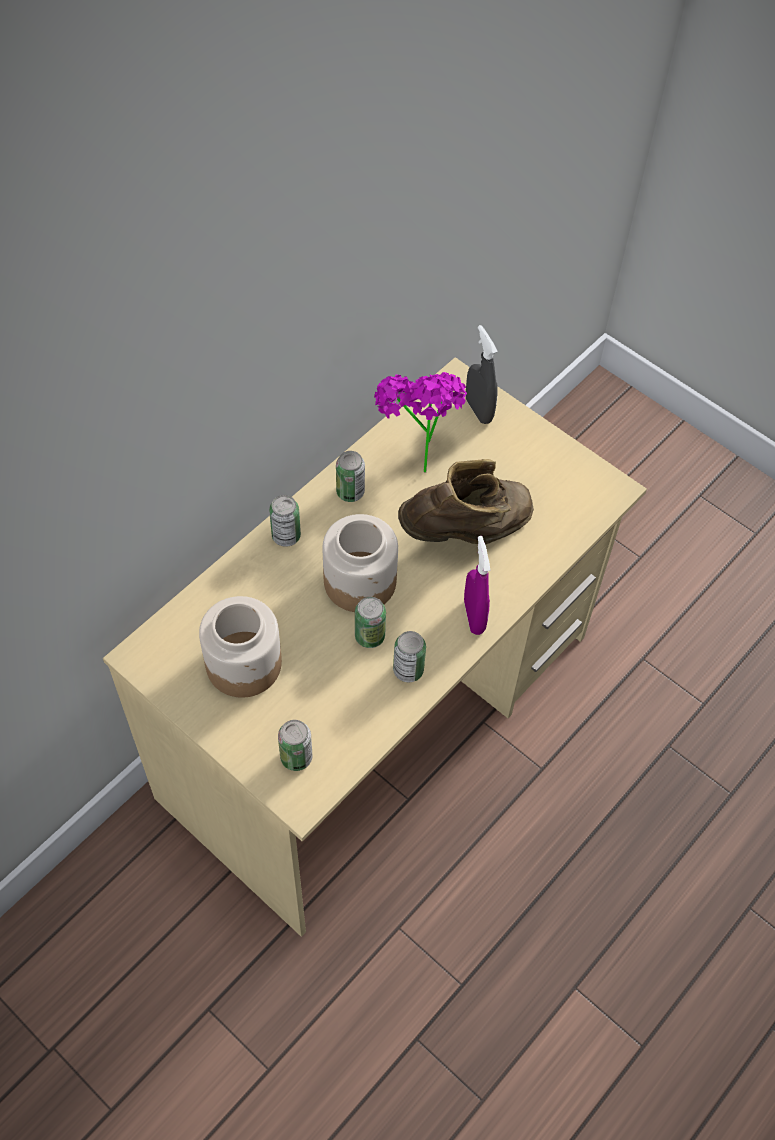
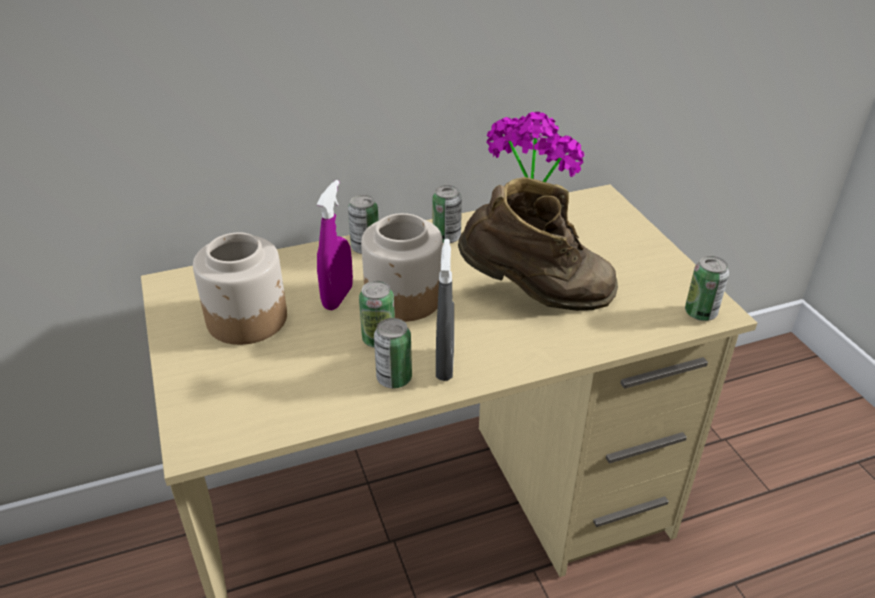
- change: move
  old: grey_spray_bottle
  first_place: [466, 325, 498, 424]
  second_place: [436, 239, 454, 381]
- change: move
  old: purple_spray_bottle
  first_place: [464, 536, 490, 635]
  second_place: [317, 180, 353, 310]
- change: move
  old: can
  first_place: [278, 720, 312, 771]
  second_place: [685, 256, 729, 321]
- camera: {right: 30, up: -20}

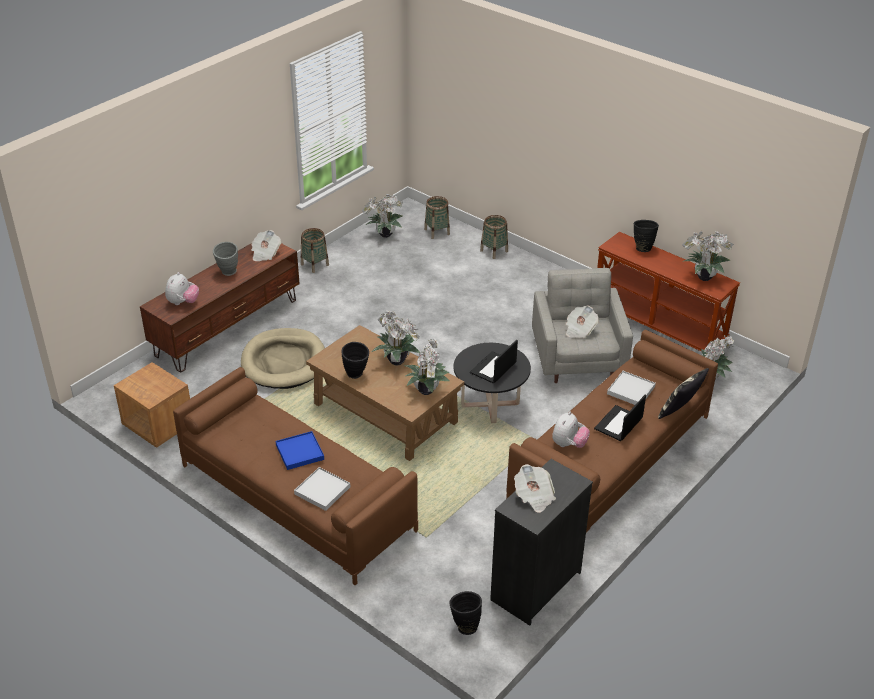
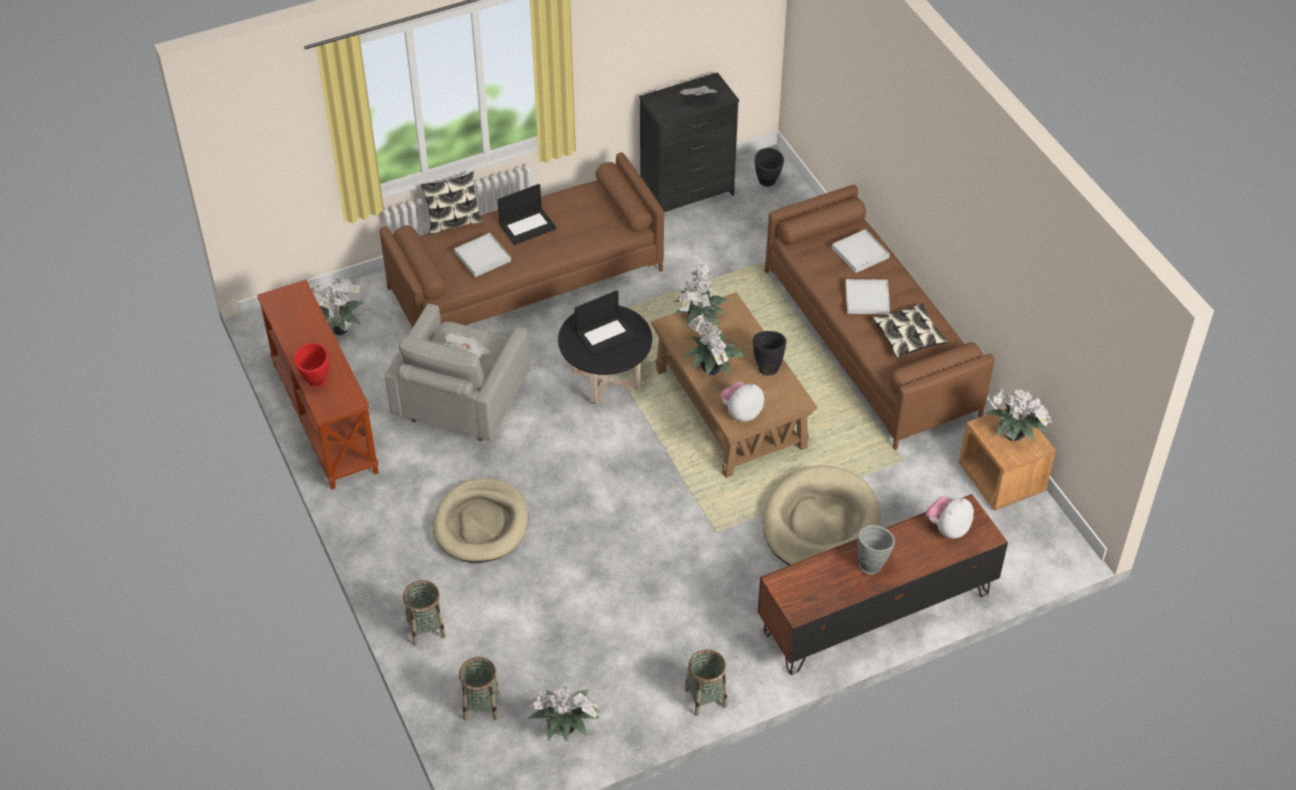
- change: recolor
  old: black_vase
  new: red_vase
  first_place: [634, 220, 659, 252]
  second_place: [294, 343, 329, 388]
- change: delete
  old: newspaper
  first_place: [251, 230, 281, 261]
- change: move
  old: potted_plant
  first_place: [682, 231, 734, 281]
  second_place: [984, 388, 1052, 442]
- change: move
  old: plush_toy
  first_place: [552, 412, 590, 448]
  second_place: [720, 382, 764, 421]
- change: recolor
  old: blue_tray
  new: white_tray
  first_place: [276, 431, 324, 470]
  second_place: [845, 279, 890, 314]
- change: insert
  new: pillow
  second_place: [871, 303, 949, 358]
- change: insert
  new: beige_dog_bed
  second_place: [432, 478, 528, 563]
- camera: {right: -155, up: 10}

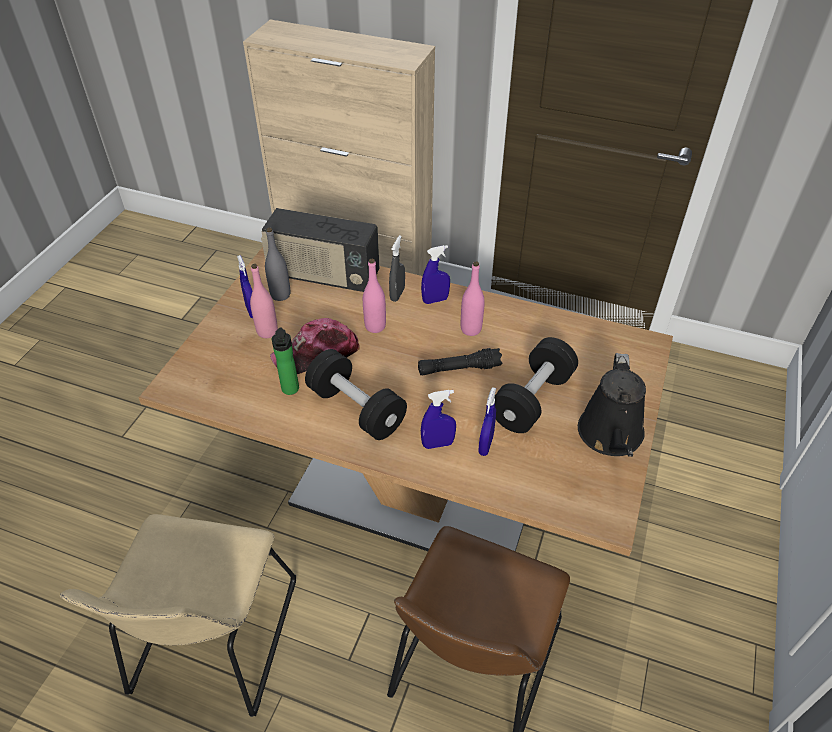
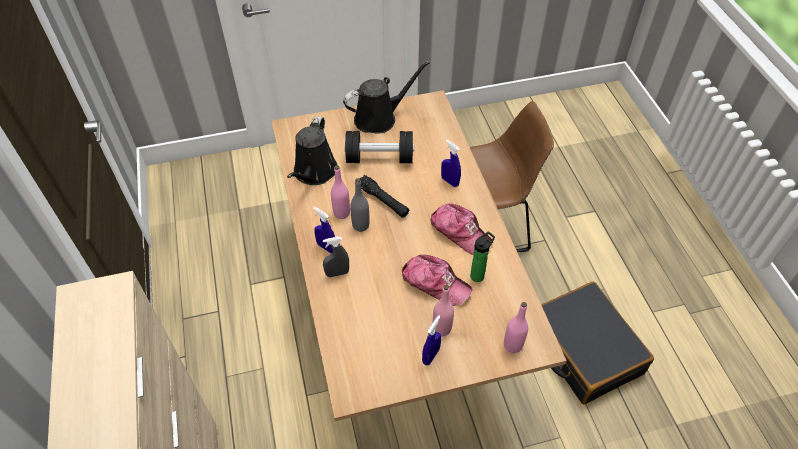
- change: delete
  old: radio
  first_place: [261, 208, 380, 292]
- change: move
  old: grey_bottle
  first_place: [265, 228, 290, 301]
  second_place: [350, 178, 370, 232]
- change: move
  old: pink_bottle
  first_place: [363, 259, 386, 333]
  second_place: [504, 302, 528, 353]
- change: replace
  old: black_dumbbell
  new: cap
  first_place: [305, 349, 407, 440]
  second_place: [431, 204, 493, 255]
- change: delete
  old: blue_spray_bottle
  first_place: [478, 387, 496, 456]
- change: replace
  old: beige_chair
  new: black_suitcase
  first_place: [60, 514, 296, 717]
  second_place: [541, 282, 654, 404]
- change: insert
  new: black_watering_can
  second_place: [287, 117, 337, 185]
- camera: {right: -125, up: 5}

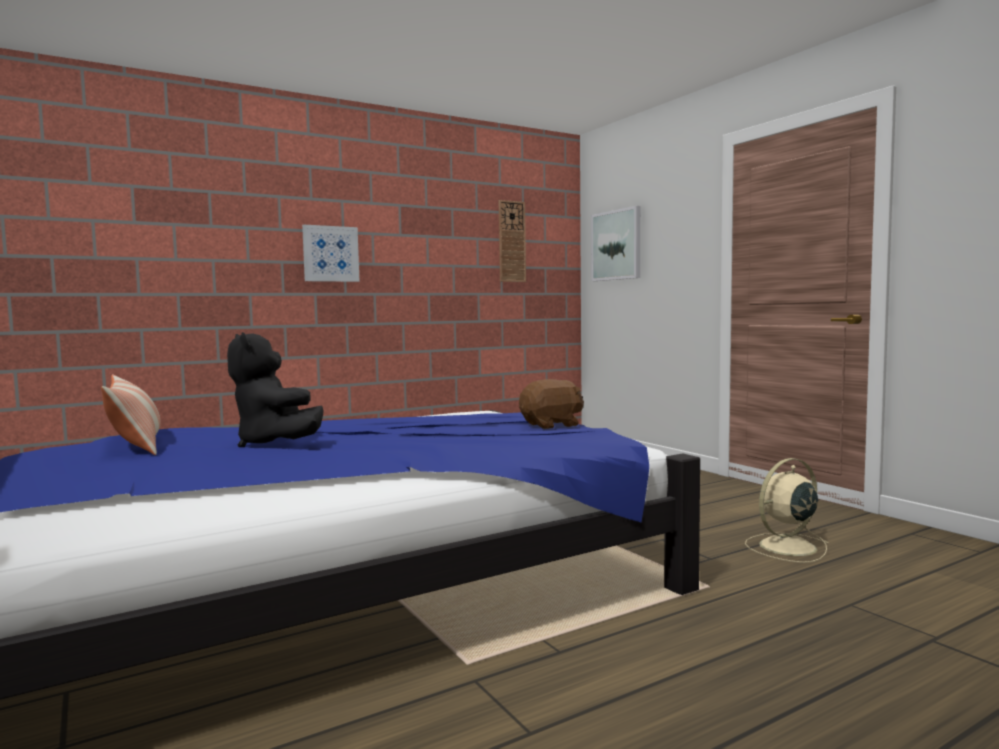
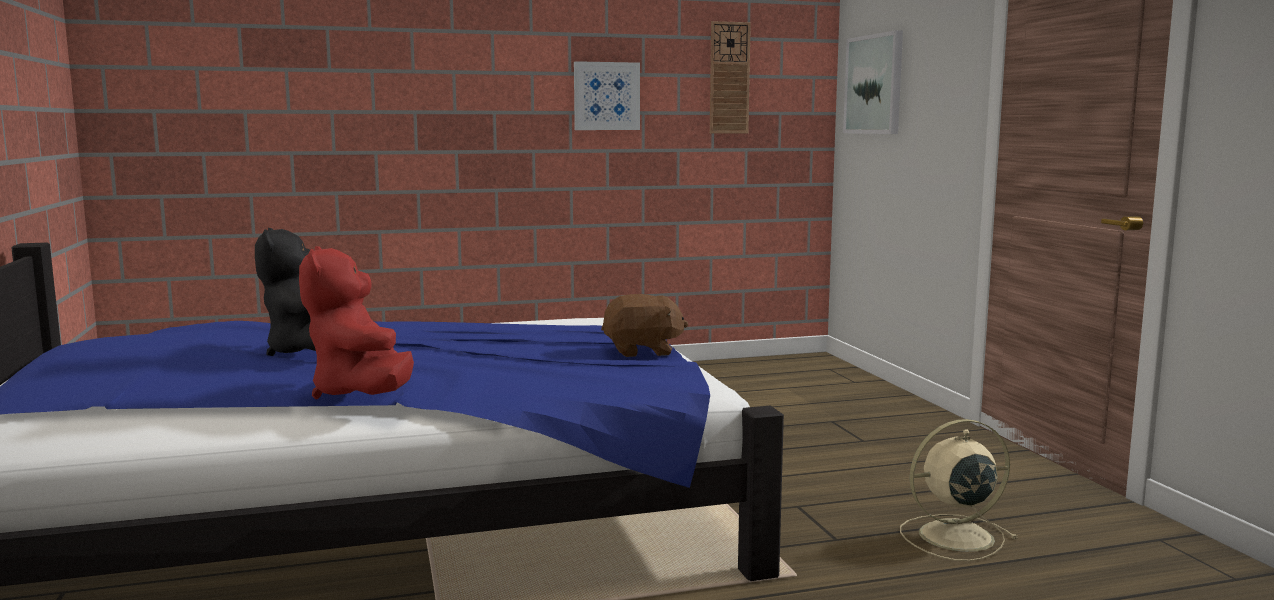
- change: move
  old: picture
  first_place: [302, 225, 360, 282]
  second_place: [574, 61, 640, 130]
- change: delete
  old: pillow
  first_place: [101, 374, 161, 455]
- change: insert
  new: red_plush_toy
  second_place: [299, 246, 414, 399]
- camera: {right: 15, up: 5}

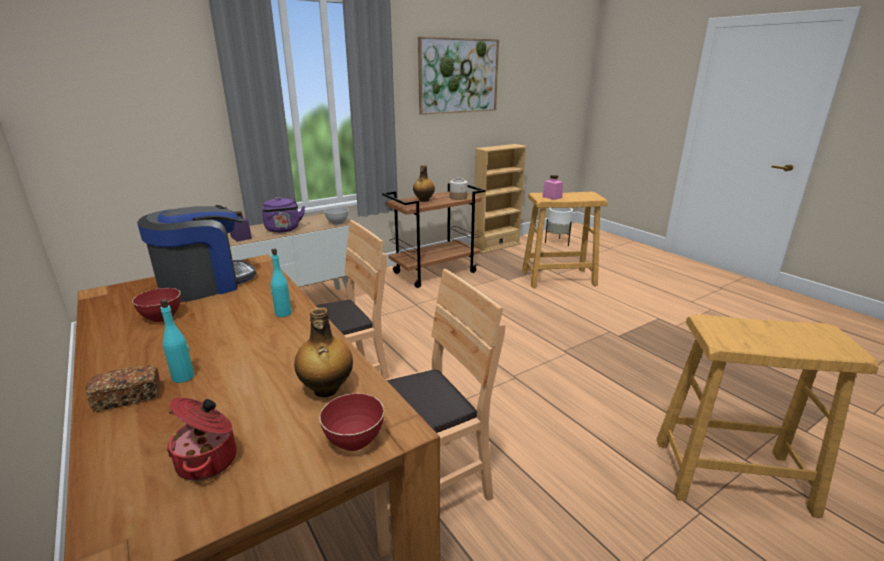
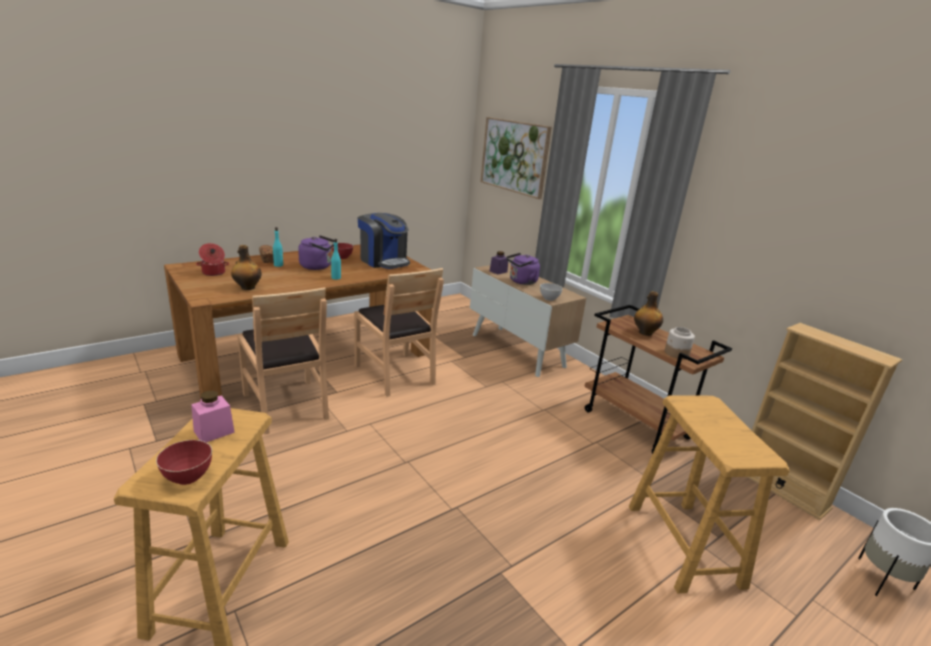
- change: move
  old: picture
  first_place: [418, 37, 499, 115]
  second_place: [480, 117, 552, 199]
- change: move
  old: pink_jar
  first_place: [542, 175, 563, 200]
  second_place: [191, 391, 235, 442]
- change: move
  old: red_bowl
  first_place: [319, 393, 384, 451]
  second_place: [156, 440, 212, 485]
- change: insert
  new: purple_kettle
  second_place: [298, 235, 334, 270]
- camera: {right: 85, up: 0}

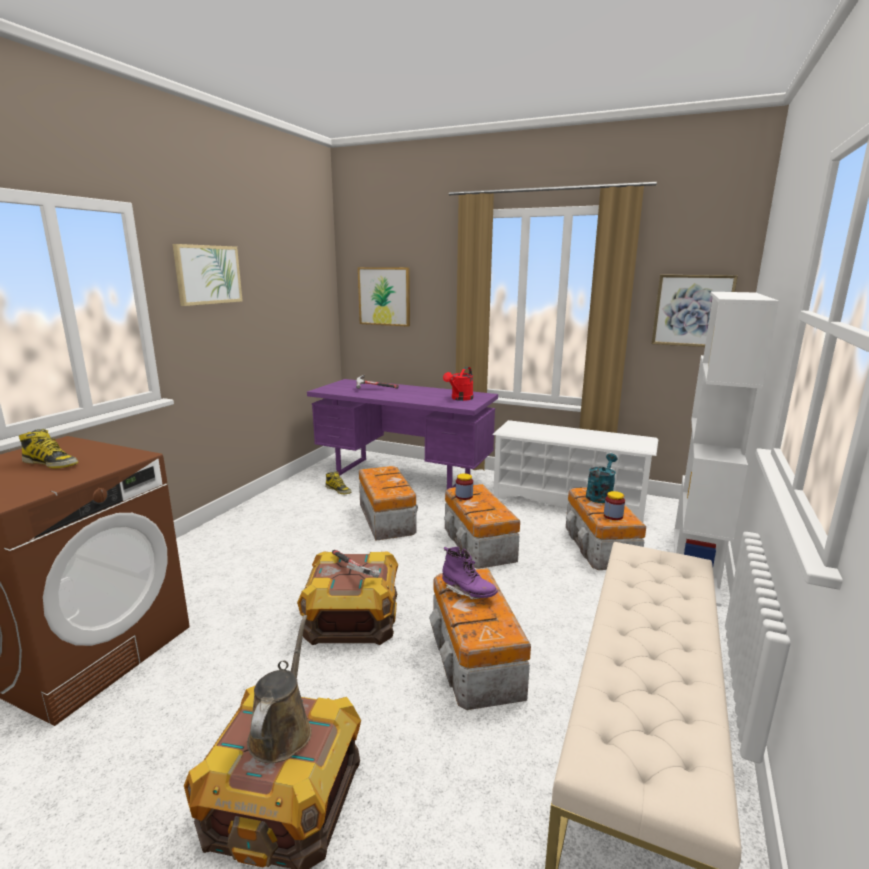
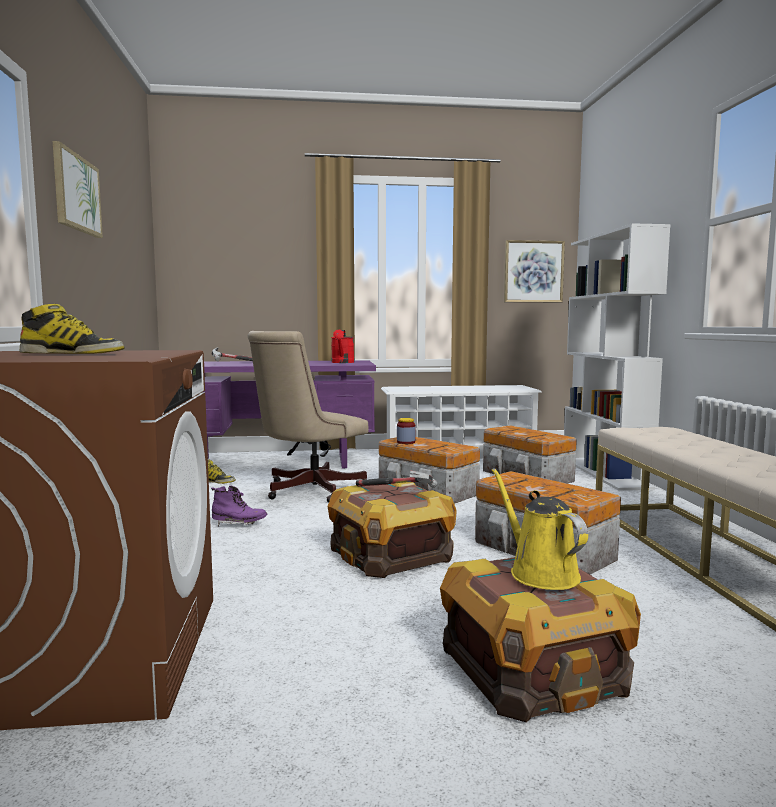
- change: delete
  old: picture
  first_place: [358, 267, 410, 327]
- change: delete
  old: turquoise_watering_can
  first_place: [586, 453, 618, 503]
- change: replace
  old: storage_box
  new: beige_office_chair
  first_place: [359, 466, 418, 541]
  second_place: [247, 331, 369, 503]
- change: delete
  old: jar
  first_place: [604, 491, 625, 520]
- change: move
  old: purple_boot
  first_place: [442, 547, 498, 600]
  second_place: [211, 486, 268, 527]
- change: recolor
  old: brown_watering_can
  new: yellow_watering_can
  first_place: [247, 615, 312, 763]
  second_place: [492, 468, 588, 590]
- camera: {right: -30, up: -10}

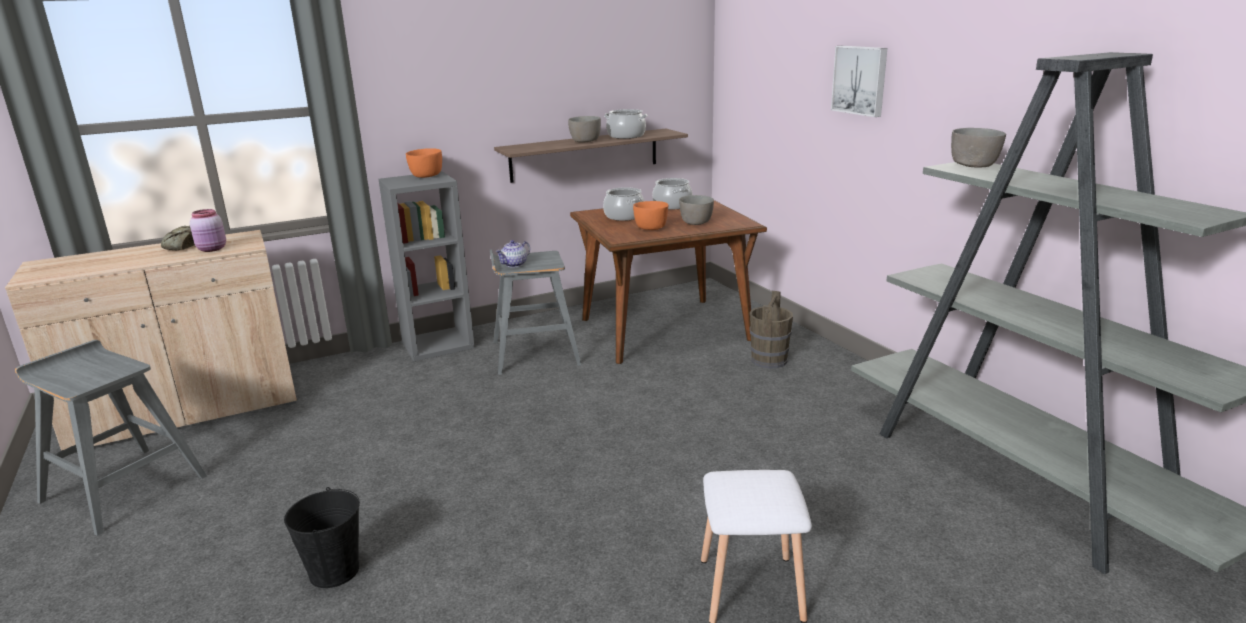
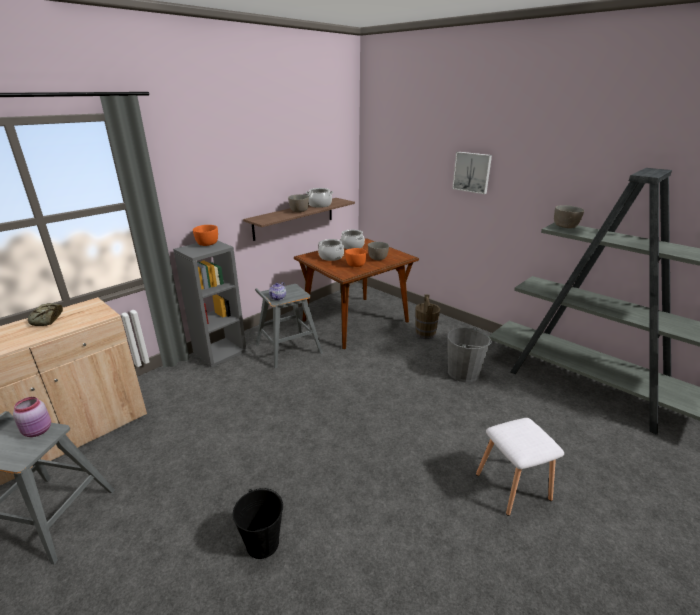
- change: move
  old: pink_jar
  first_place: [190, 209, 226, 252]
  second_place: [13, 397, 51, 437]
- change: insert
  new: grey_bucket
  second_place: [447, 327, 492, 382]
- camera: {right: -20, up: 5}

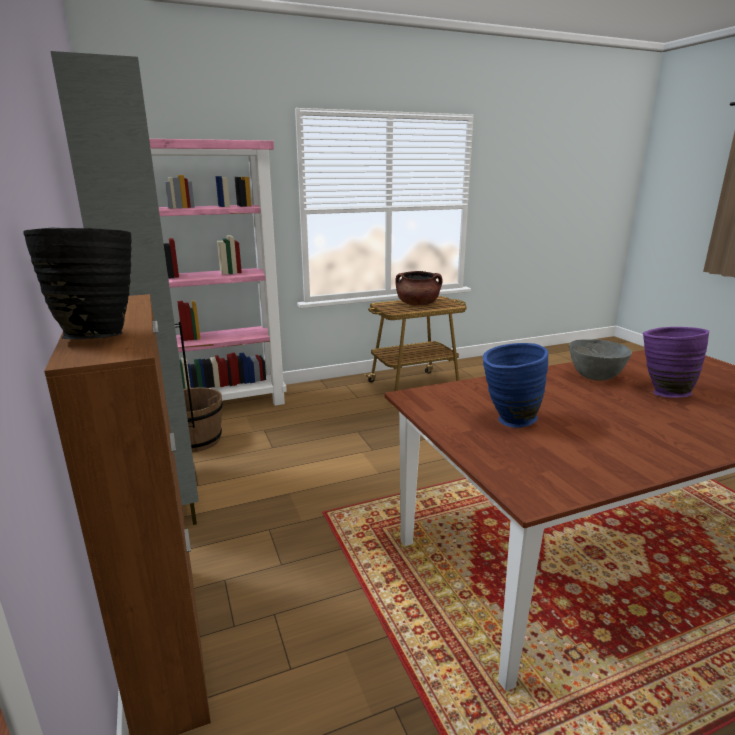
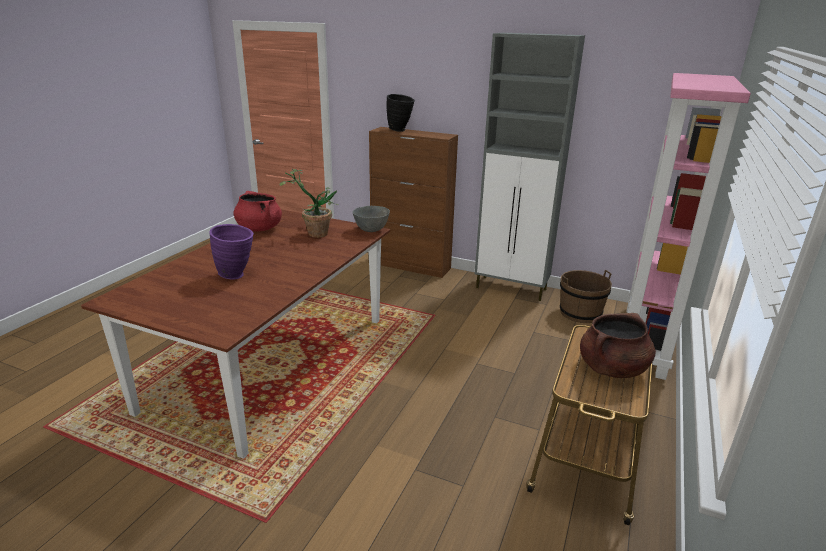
- change: move
  old: grey_bowl
  first_place: [569, 339, 632, 381]
  second_place: [352, 206, 390, 232]
- change: replace
  old: blue_vase
  new: potted_plant
  first_place: [483, 343, 548, 428]
  second_place: [279, 169, 338, 238]
- change: insert
  new: red_cooking_pot
  second_place: [234, 191, 282, 232]
- camera: {right: 135, up: 5}

